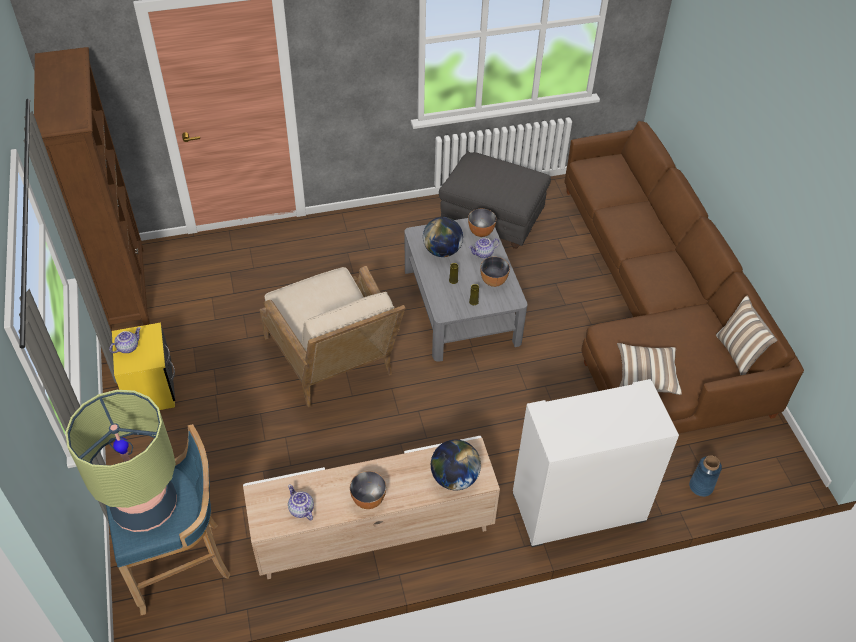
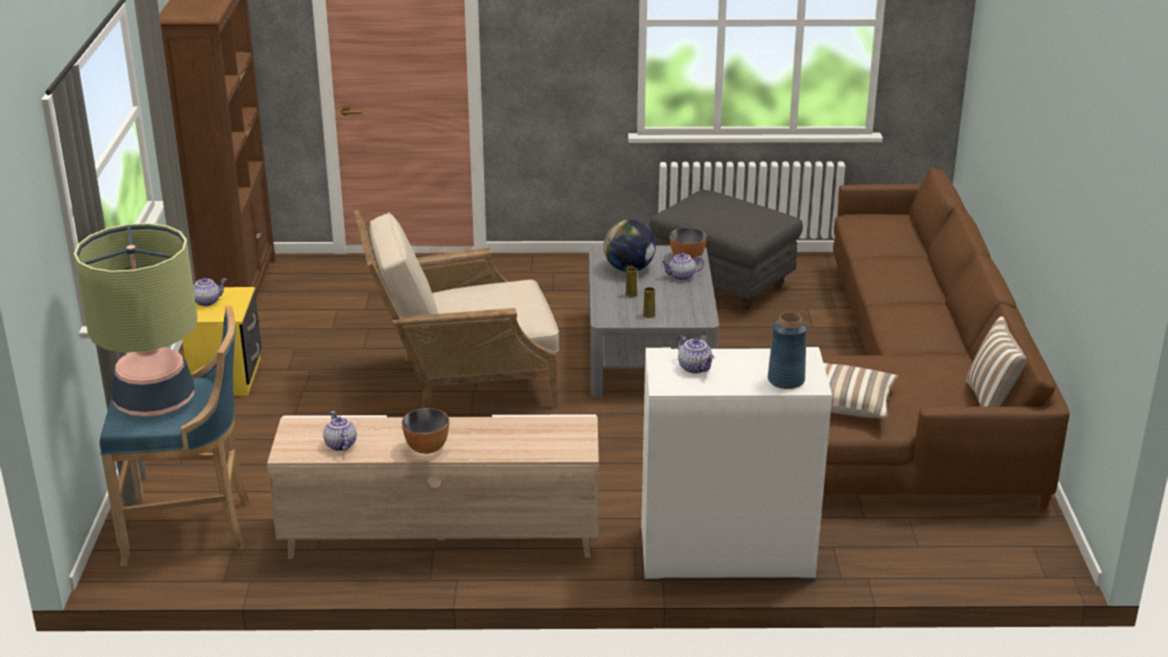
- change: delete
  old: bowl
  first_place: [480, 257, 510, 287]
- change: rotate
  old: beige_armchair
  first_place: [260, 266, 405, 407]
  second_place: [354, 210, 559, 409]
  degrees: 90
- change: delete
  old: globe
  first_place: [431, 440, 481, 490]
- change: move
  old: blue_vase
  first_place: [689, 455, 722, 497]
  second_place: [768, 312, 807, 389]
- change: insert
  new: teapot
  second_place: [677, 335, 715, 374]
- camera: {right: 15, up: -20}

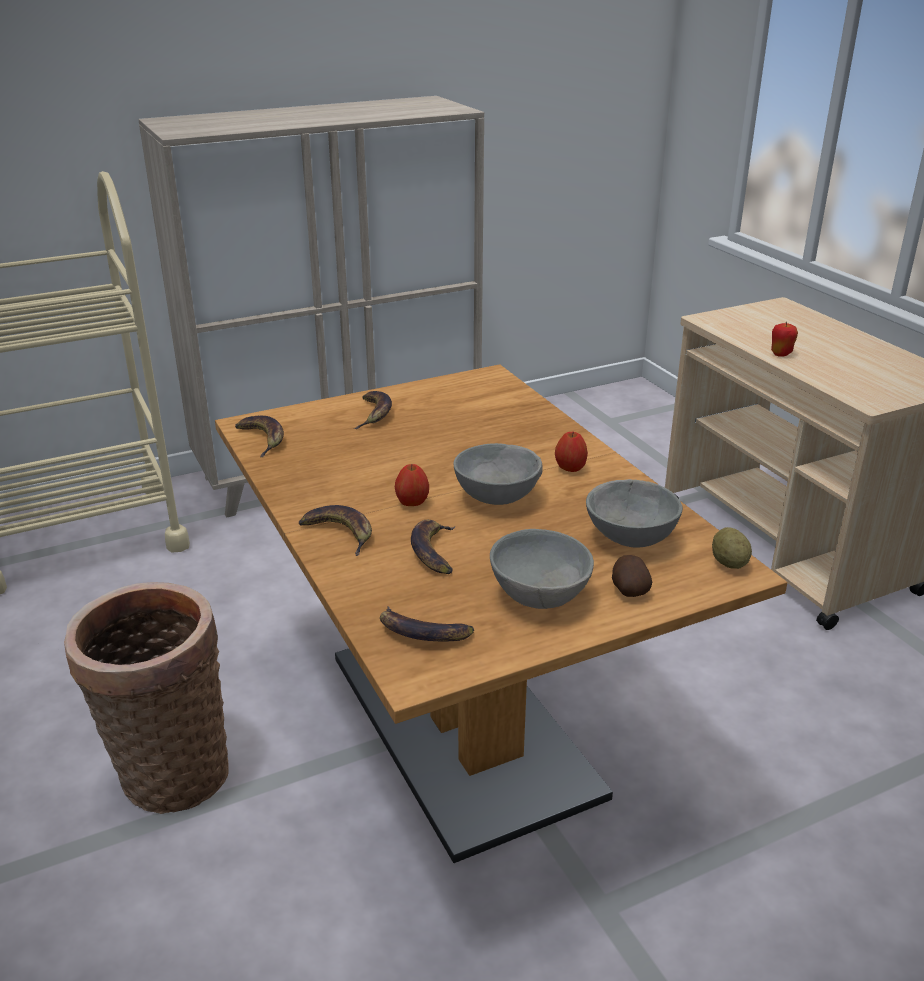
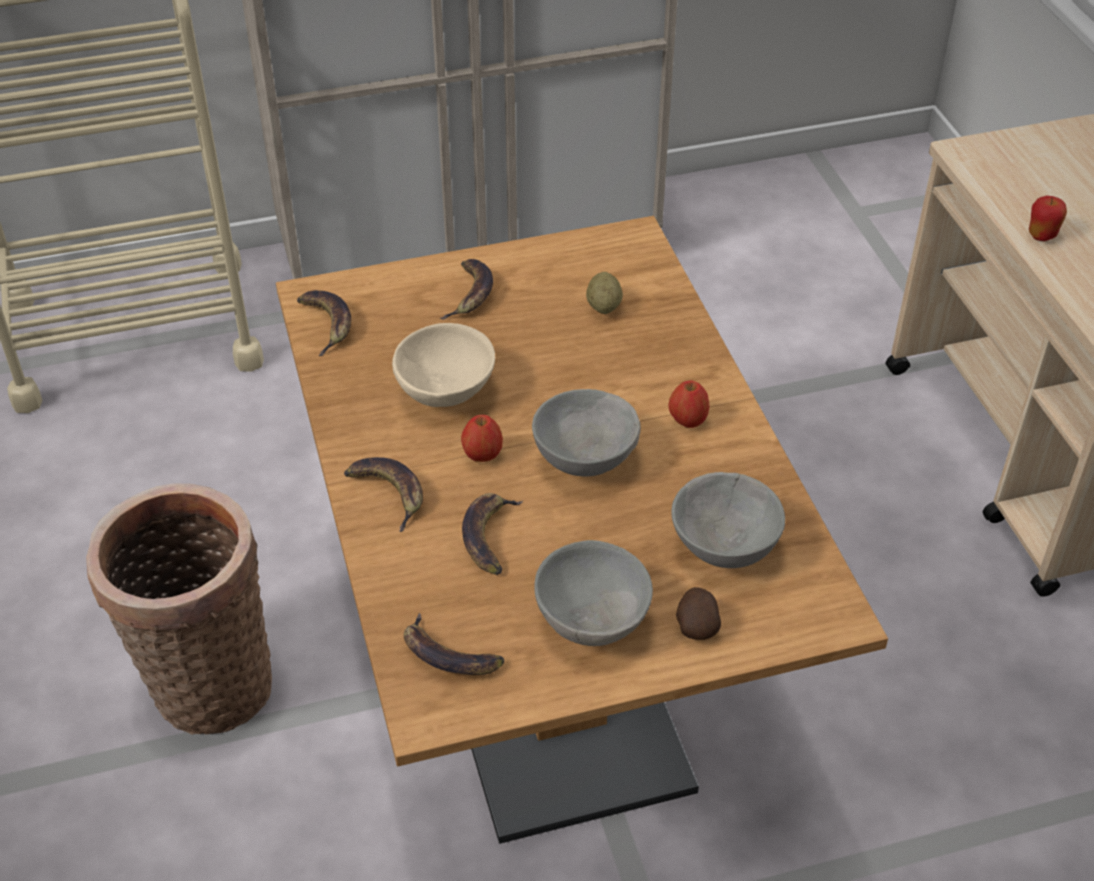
- change: move
  old: potato
  first_place: [712, 527, 752, 569]
  second_place: [586, 272, 623, 314]
- change: insert
  new: beige_bowl
  second_place: [392, 323, 495, 407]
- camera: {right: 10, up: 15}

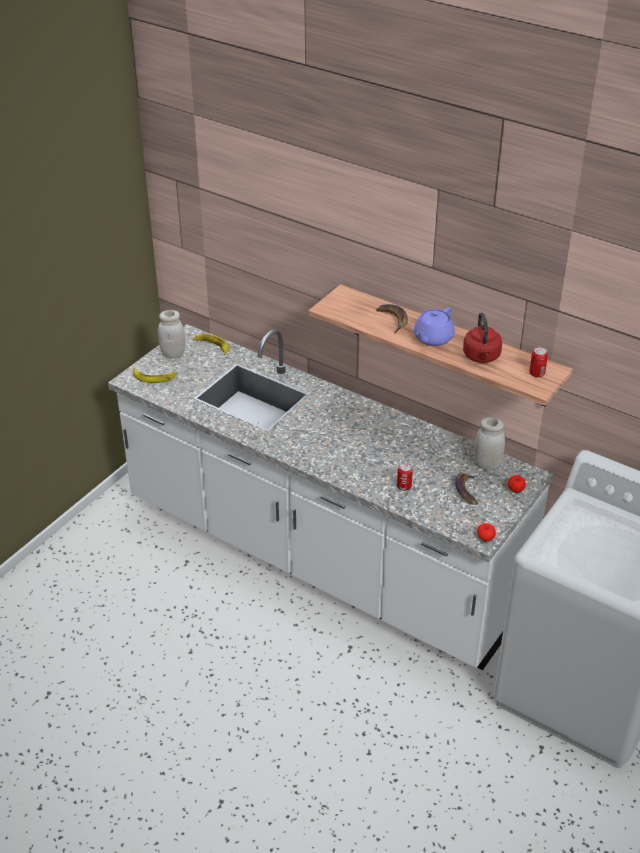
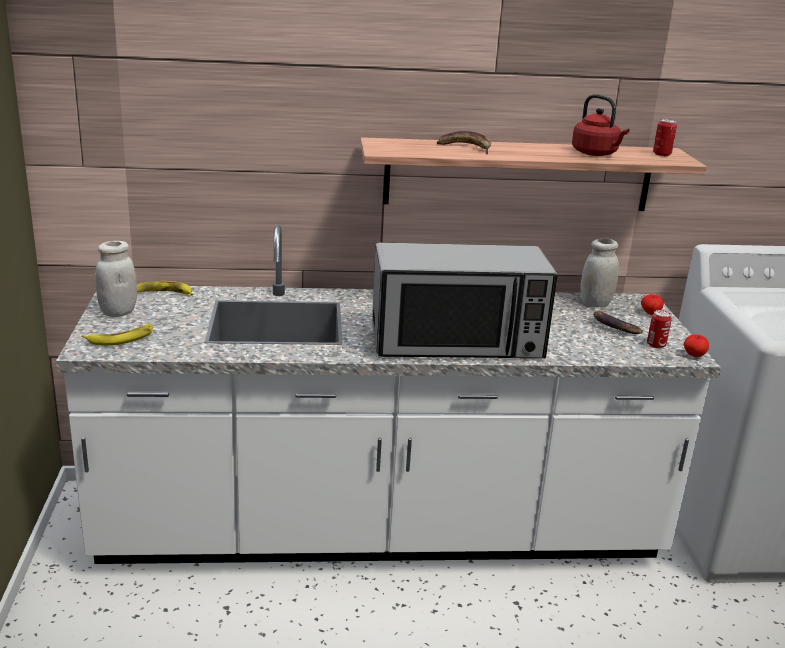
- change: delete
  old: purple_teapot
  first_place: [414, 307, 455, 346]
- change: move
  old: can
  first_place: [397, 463, 413, 491]
  second_place: [647, 310, 672, 348]
- change: insert
  new: microwave
  second_place: [372, 243, 557, 358]
- camera: {right: -40, up: -15}

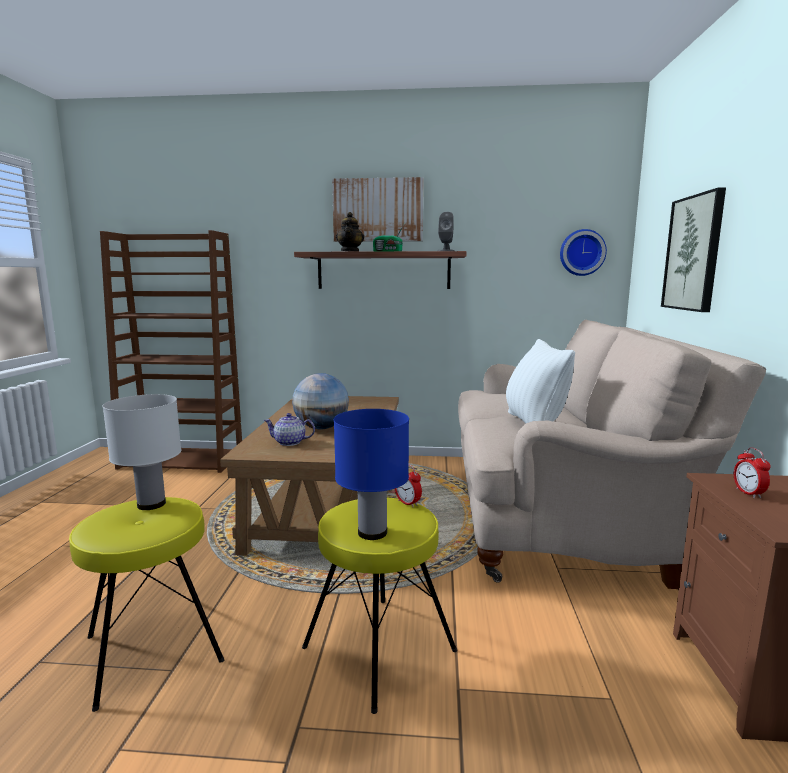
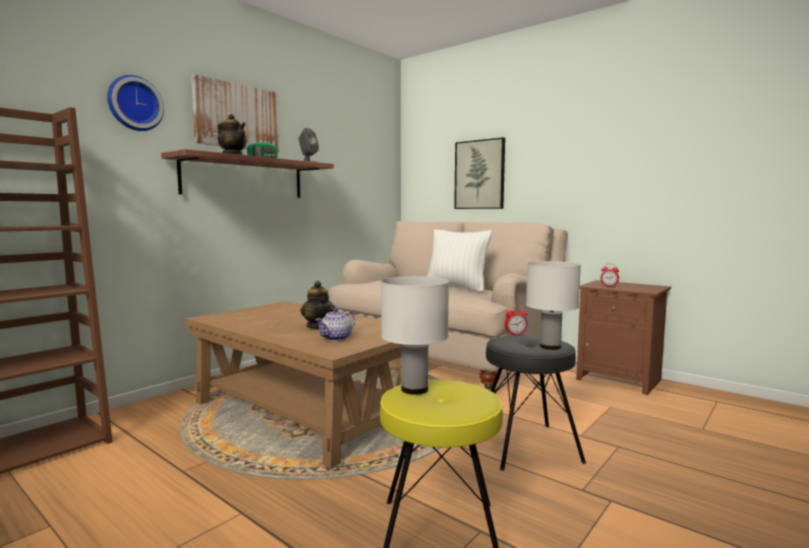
- change: move
  old: wall_clock
  first_place: [560, 229, 607, 276]
  second_place: [107, 75, 164, 131]
- change: replace
  old: globe
  new: teapot
  first_place: [292, 373, 349, 430]
  second_place: [300, 281, 335, 329]
- change: recolor
  old: blue_table_lamp
  new: white_table_lamp
  first_place: [334, 409, 409, 540]
  second_place: [526, 261, 581, 350]
- change: recolor
  old: yellow_stool
  new: black_stool
  first_place: [302, 498, 457, 714]
  second_place: [486, 335, 586, 471]
- camera: {right: -55, up: -5}

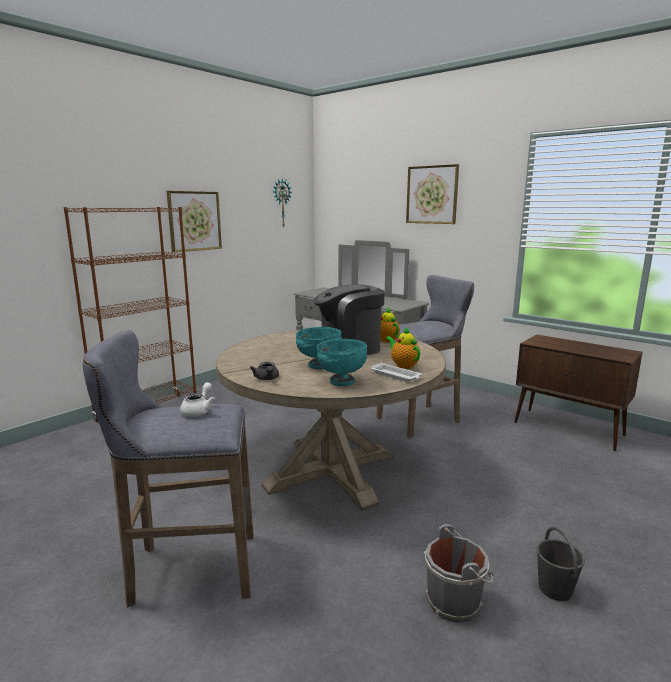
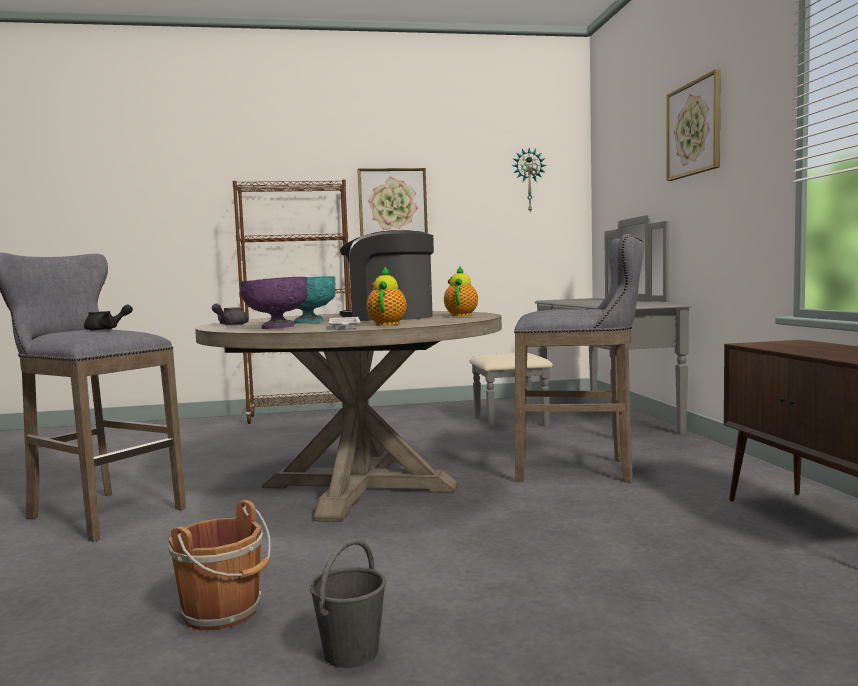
- change: recolor
  old: turquoise_bowl
  new: purple_bowl
  first_place: [317, 339, 367, 386]
  second_place: [240, 277, 308, 329]
- change: recolor
  old: white_teapot
  new: black_teapot
  first_place: [180, 382, 215, 417]
  second_place: [84, 304, 133, 331]
- change: recolor
  old: grey_bucket
  new: brown_bucket
  first_place: [424, 524, 493, 623]
  second_place: [169, 500, 271, 630]
- camera: {right: 40, up: -10}

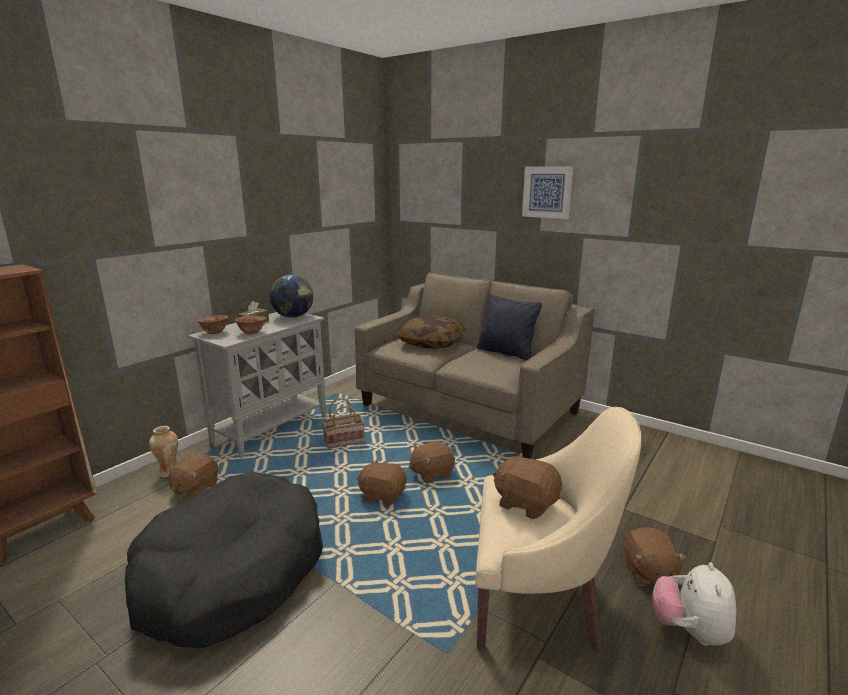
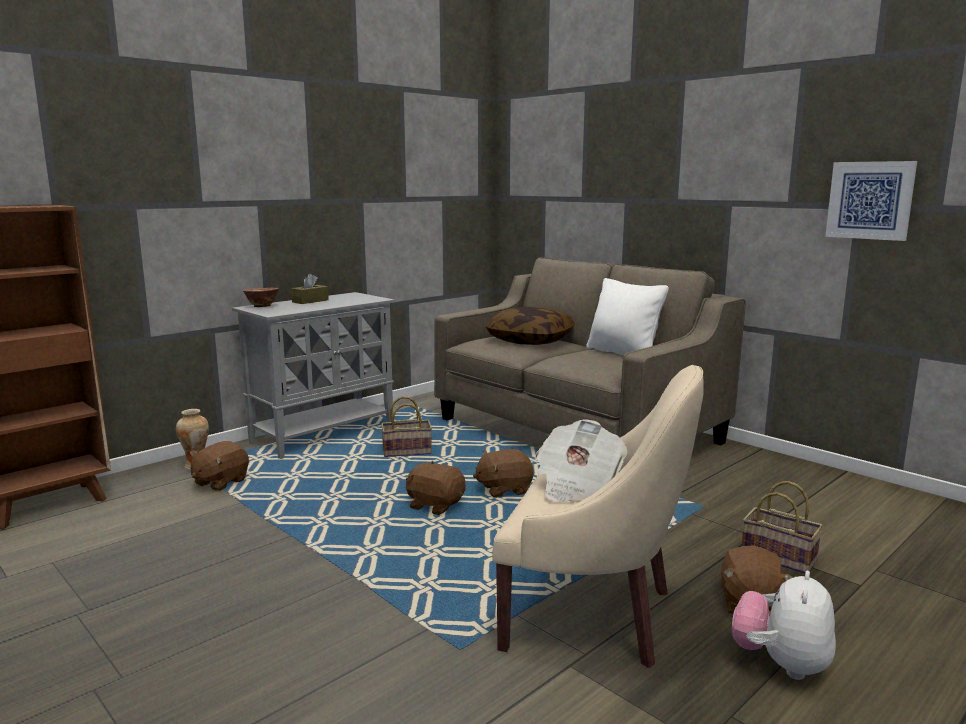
- change: move
  old: picture
  first_place: [522, 166, 574, 219]
  second_place: [825, 161, 917, 241]
- change: delete
  old: globe
  first_place: [269, 275, 313, 318]
- change: recolor
  old: black_pillow
  new: white_pillow
  first_place: [477, 294, 542, 361]
  second_place: [586, 278, 669, 356]
- change: delete
  old: bowl
  first_place: [235, 316, 266, 334]
- change: replace
  old: brown_plush_toy
  new: newspaper
  first_place: [493, 452, 562, 519]
  second_place: [536, 419, 628, 502]
- change: delete
  old: black_dog_bed
  first_place: [125, 472, 323, 648]
- change: insert
  new: basket
  second_place: [741, 481, 823, 574]
- camera: {right: 10, up: -5}

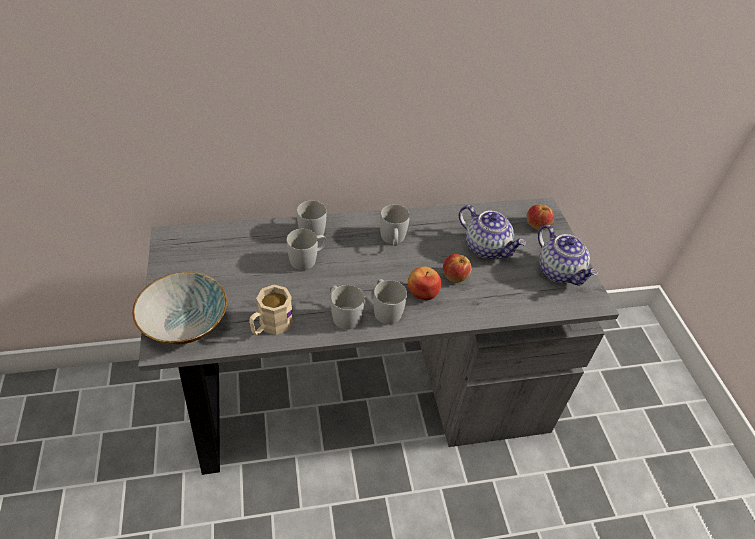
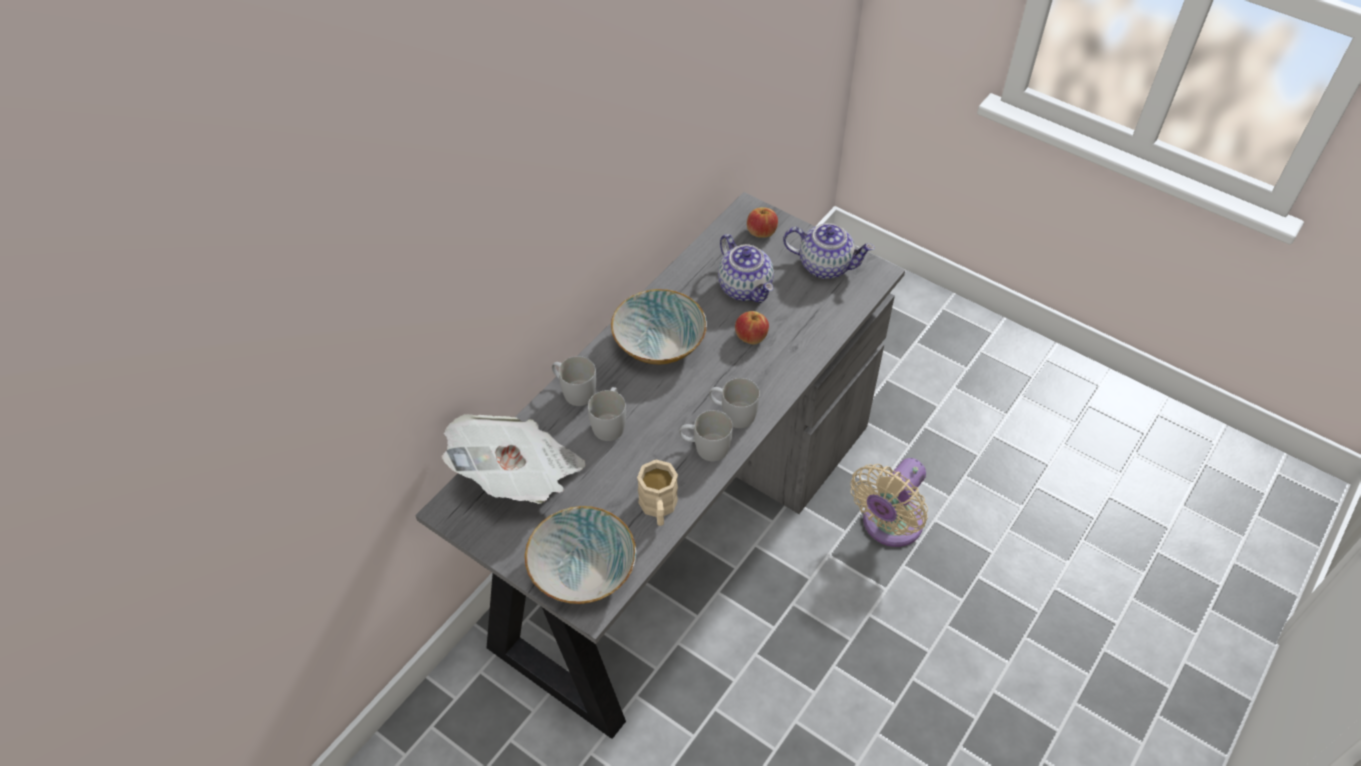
- change: replace
  old: white_mug
  new: bowl
  first_place: [380, 204, 410, 246]
  second_place: [611, 289, 707, 364]
- change: rotate
  old: teapot
  first_place: [459, 205, 526, 259]
  second_place: [718, 234, 774, 303]
  degrees: 60
- change: delete
  old: apple
  first_place: [408, 266, 441, 300]
- change: insert
  new: newspaper
  second_place: [441, 414, 586, 504]
- change: insert
  new: beige_fan
  second_place: [851, 458, 928, 547]
- camera: {right: -40, up: 5}

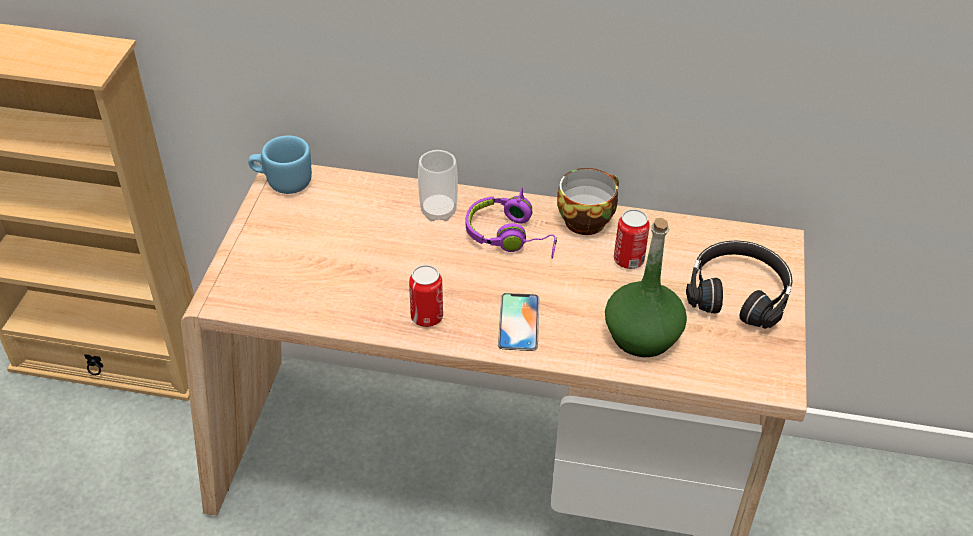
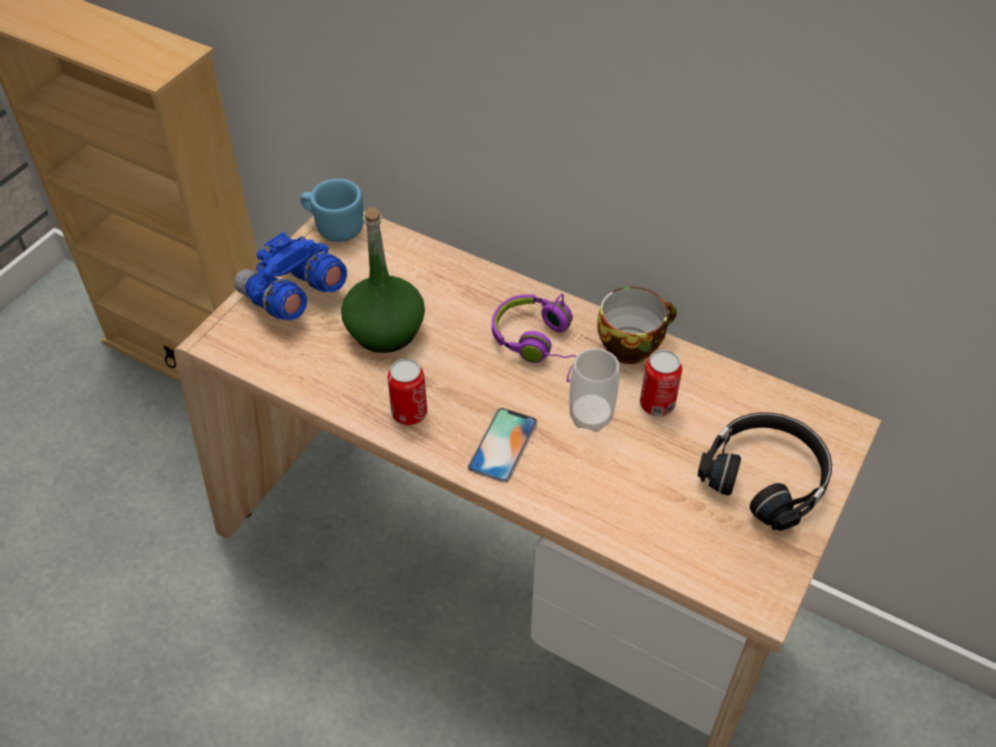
- change: move
  old: cup
  first_place: [418, 150, 458, 221]
  second_place: [569, 348, 620, 432]
- change: move
  old: green_bottle
  first_place: [605, 218, 687, 357]
  second_place: [341, 207, 425, 353]
- change: insert
  new: blue_binoculars
  second_place: [234, 232, 347, 320]
- camera: {right: 20, up: 5}

